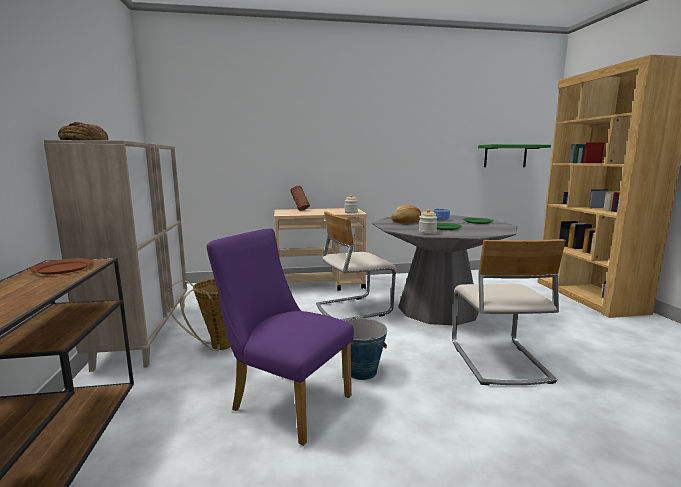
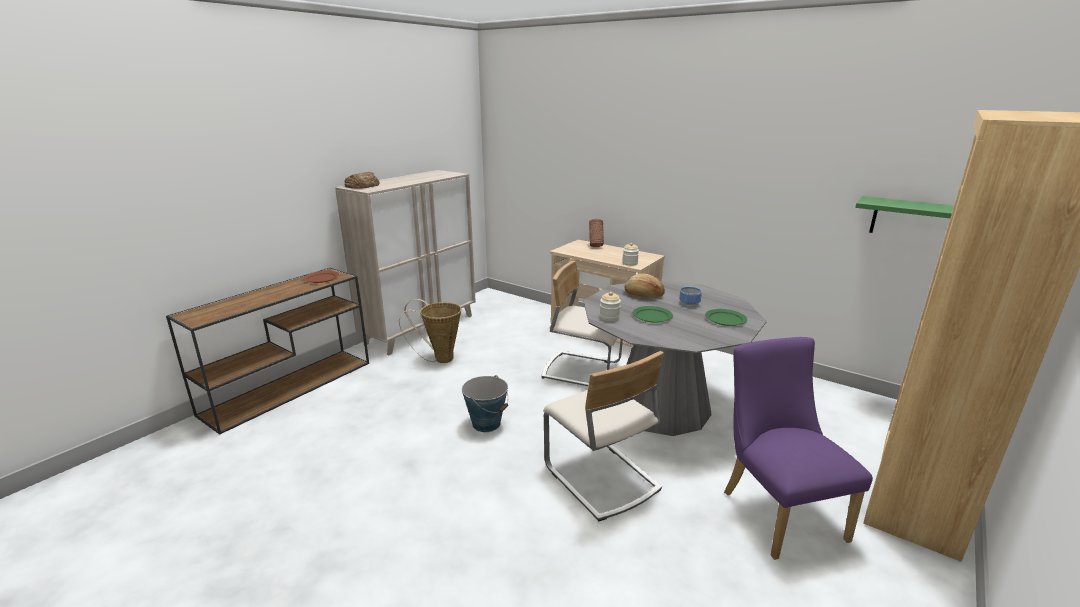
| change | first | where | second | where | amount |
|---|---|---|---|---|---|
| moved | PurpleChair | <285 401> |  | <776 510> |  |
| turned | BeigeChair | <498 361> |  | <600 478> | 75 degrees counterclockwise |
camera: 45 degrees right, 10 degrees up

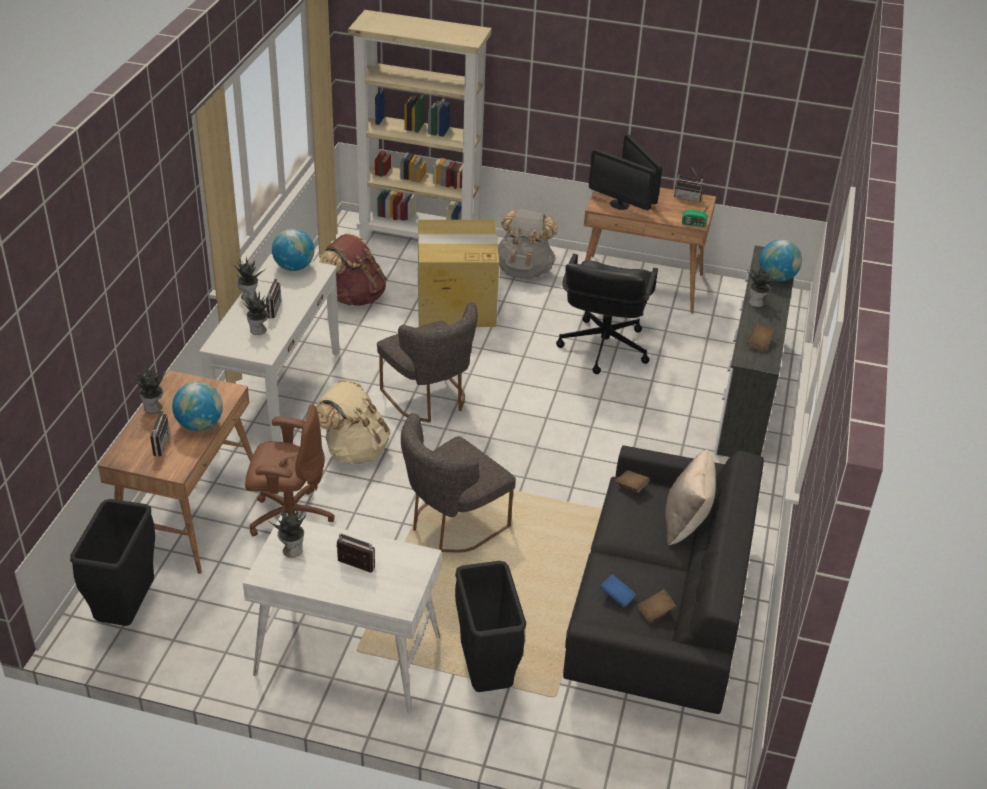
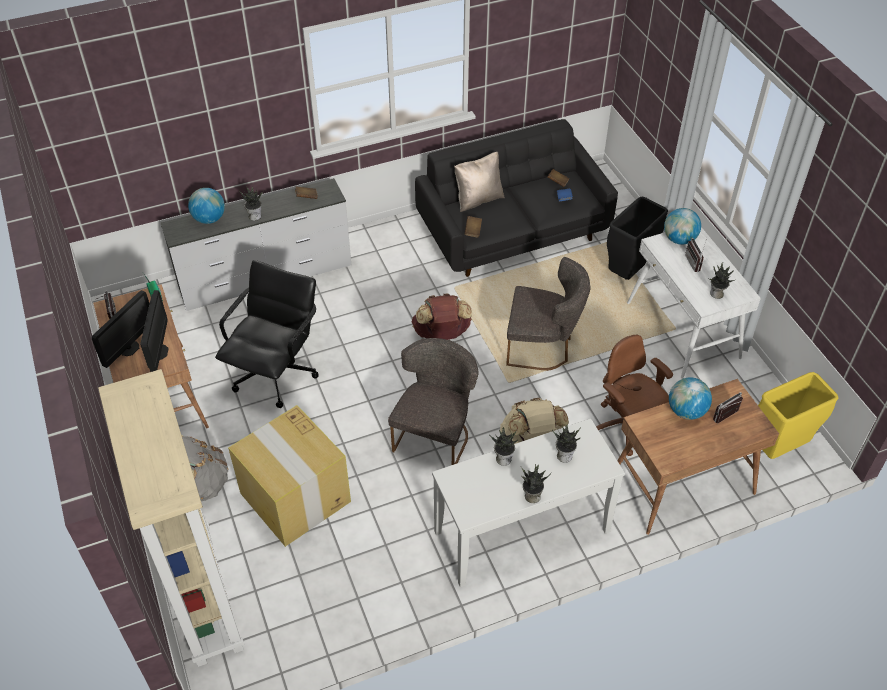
| change | first | where | second | where | amount |
|---|---|---|---|---|---|
| recoloured | BlackTrashCan | <126 611> | YellowTrashCan | <779 449> |  |
| moved | PottedPlant | <153 408> |  | <503 458> |  |
| removed | Radio | <270 309> |  |  |  |
| moved | Globe | <294 267> |  | <679 239> |  |
| moved | BrownBackpack | <355 296> |  | <442 334> |  |
| turned | BlackOfficeChair | <603 347> |  | <276 374> | 45 degrees counterclockwise |
camera: 125 degrees left, 10 degrees up

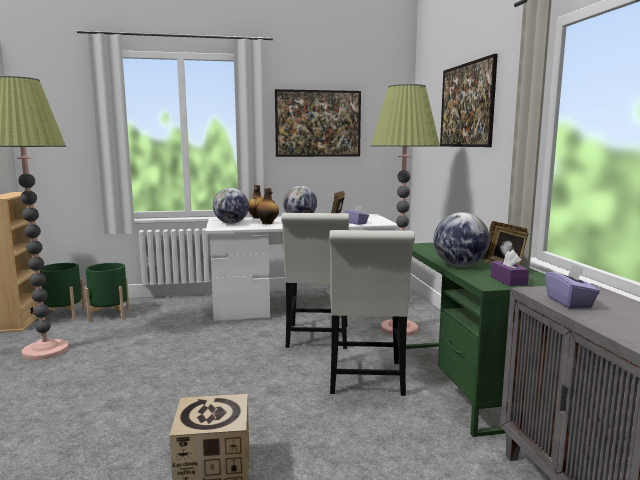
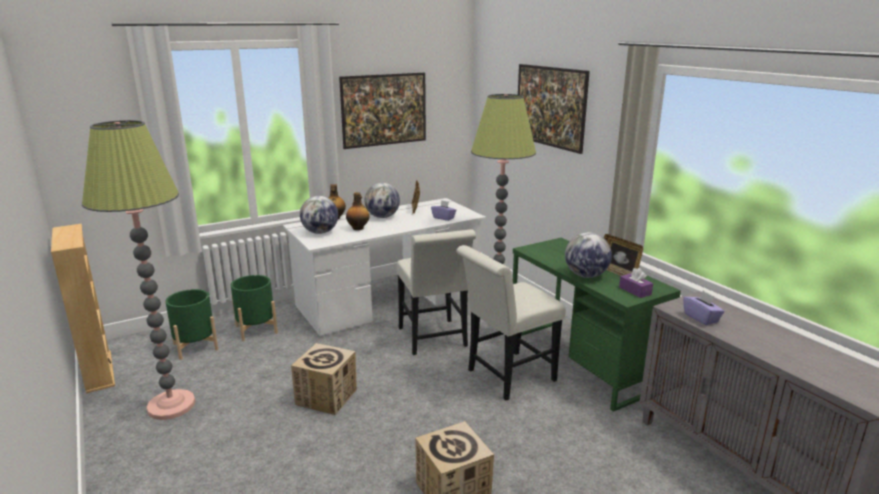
| change | first | where | second | where | amount |
|---|---|---|---|---|---|
| moved | GreenPlanter | <63 315> |  | <256 329> |  |
| turned | WhiteChair | <366 381> |  | <506 377> | 75 degrees clockwise |
| added |  |  | CardboardBox | <327 397> |  |
camera: 20 degrees left, 10 degrees up

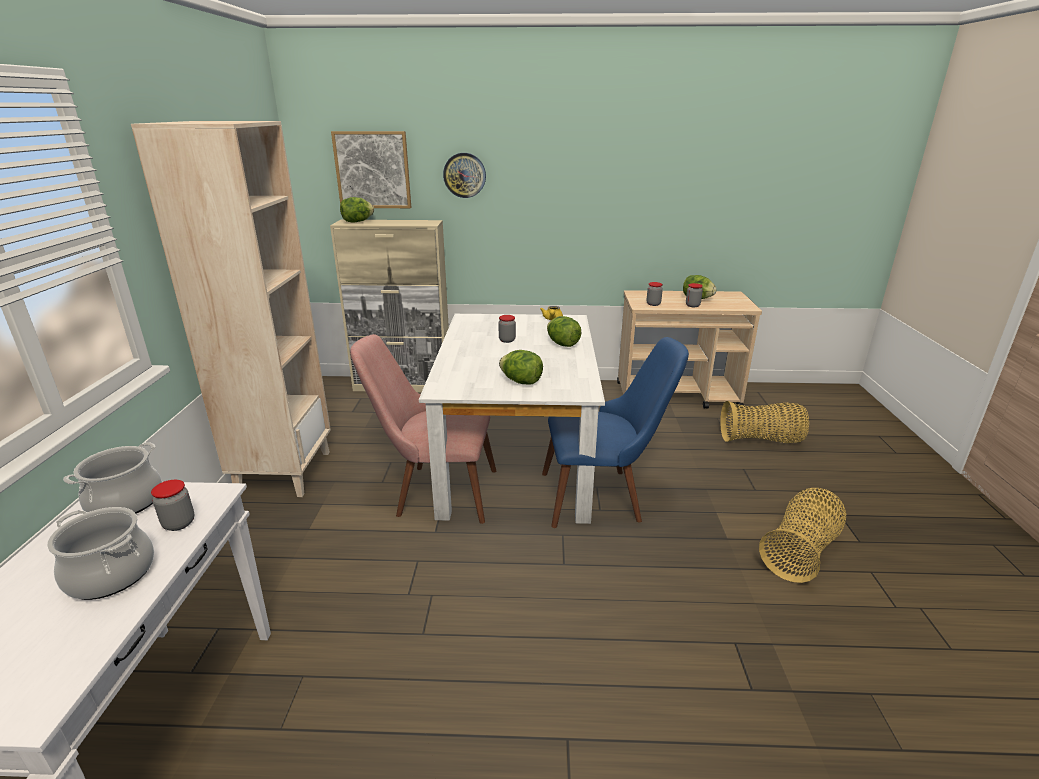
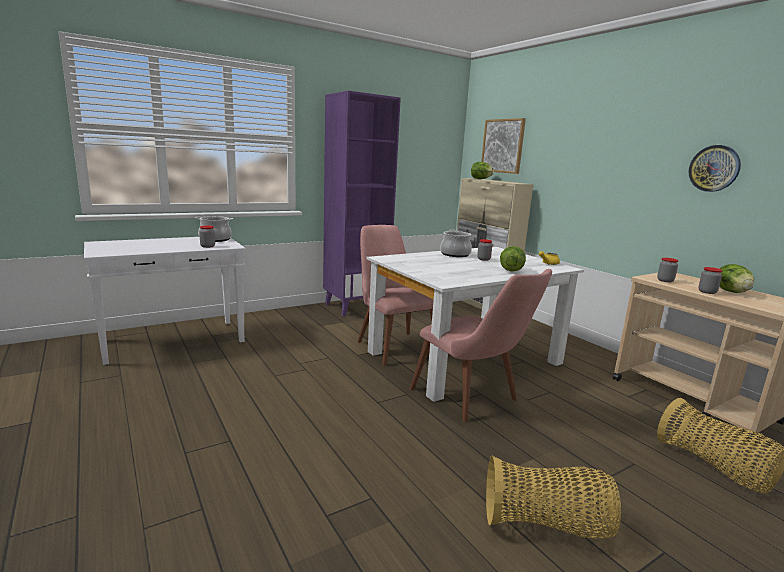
| change | first | where | second | where | amount |
|---|---|---|---|---|---|
| moved | CookingPot | <111 574> |  | <455 254> |  |
| recoloured | BeigeBookcase | <284 472> | PurpleBookcase | <356 306> |  |
| moved | WallClock | <464 175> |  | <714 168> |  |
| removed | Lettuce | <521 382> |  |  |  |
| recoloured | BlueChair | <604 496> | PinkChair | <474 399> |  |
camera: 55 degrees right, 10 degrees down

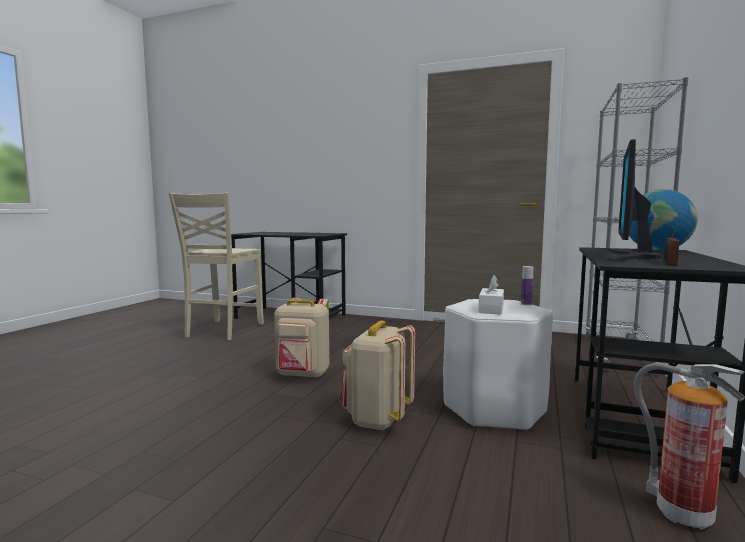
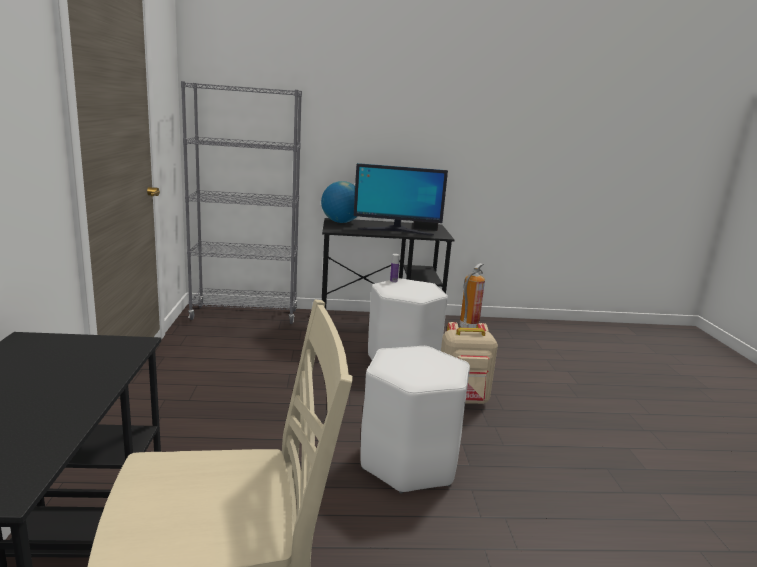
| change | first | where | second | where | amount |
|---|---|---|---|---|---|
| replaced | BeigeBackpack | <303 375> | WhiteStool | <409 461> |  |
| removed | WhiteTissueBox | <491 309> |  |  |  |
camera: 115 degrees left, 10 degrees up

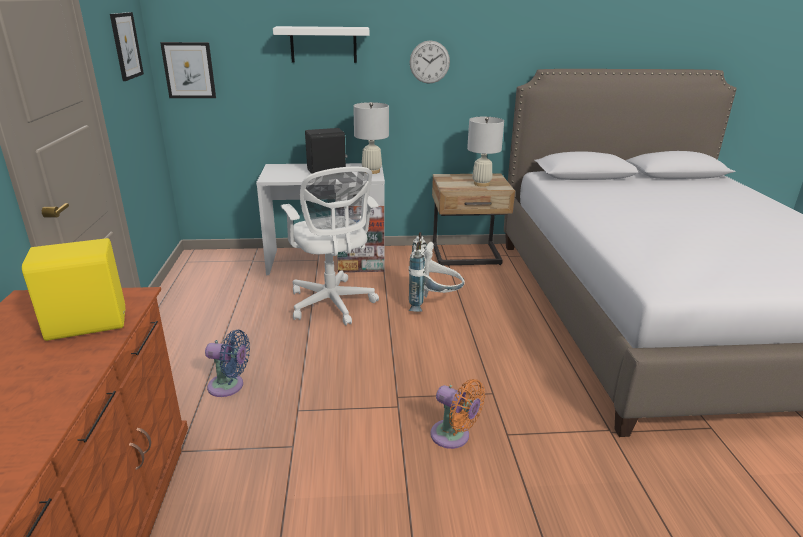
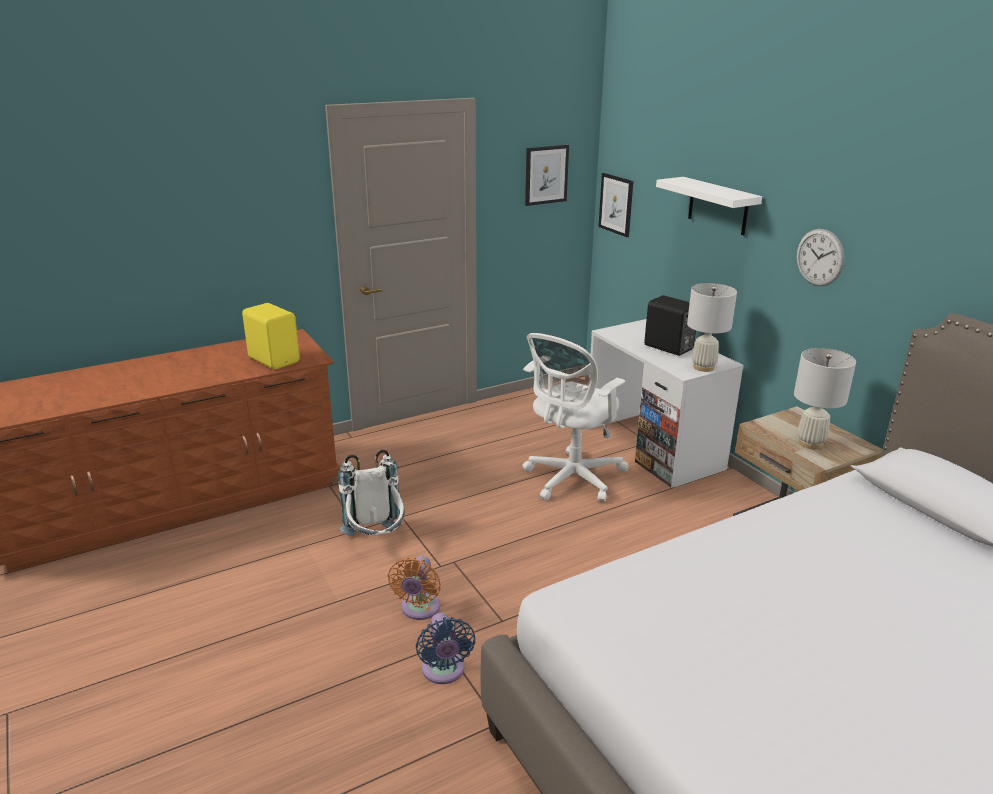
| change | first | where | second | where | amount |
|---|---|---|---|---|---|
| moved | BlueFan | <229 386> |  | <444 672> |  |
| moved | WhiteBackpack | <433 304> |  | <376 541> |  |
camera: 65 degrees right, 0 degrees up

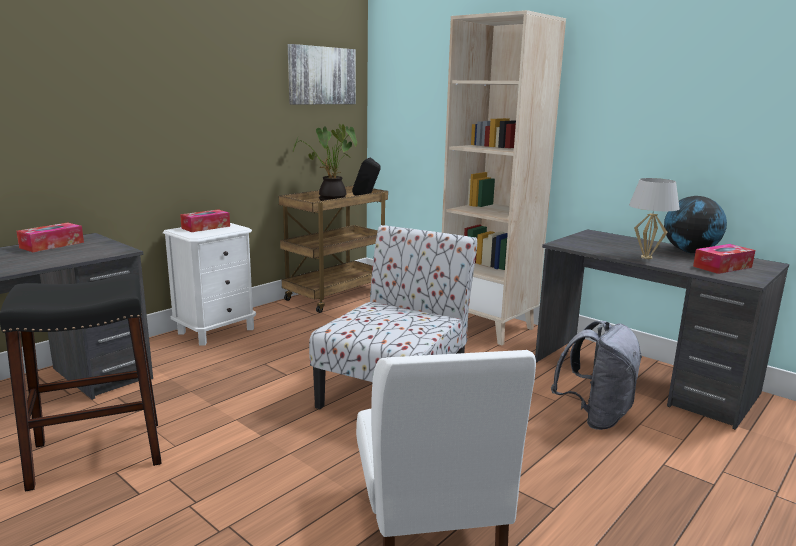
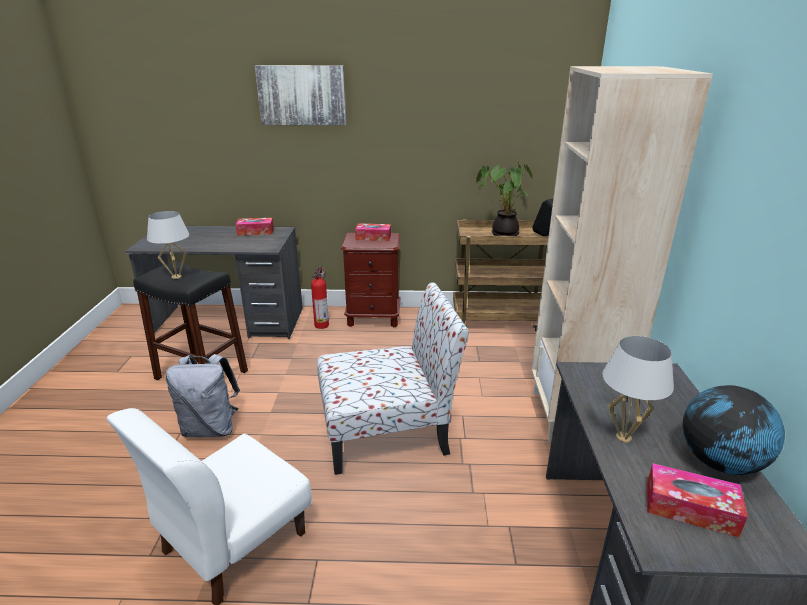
| change | first | where | second | where | amount |
|---|---|---|---|---|---|
| recoloured | WhiteNightstand | <216 331> | BrownNightstand | <373 318> |  |
| moved | Picture | <321 75> |  | <302 95> |  |
| moved | GreyBackpack | <595 417> |  | <211 428> |  |
| added |  |  | WhiteTableLamp | <176 277> |  |
| added |  |  | FireExtinguisher | <322 324> |  |
camera: 50 degrees right, 10 degrees up

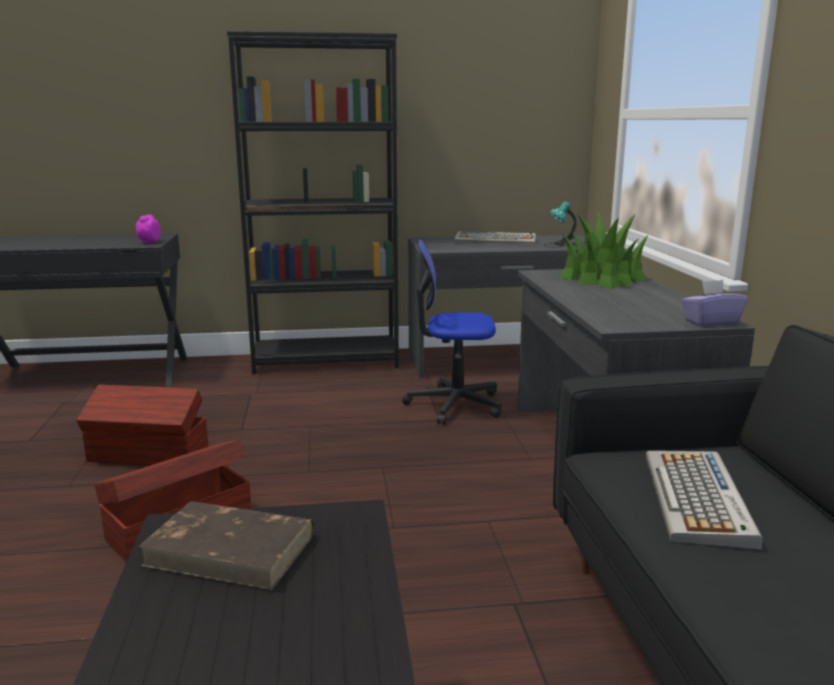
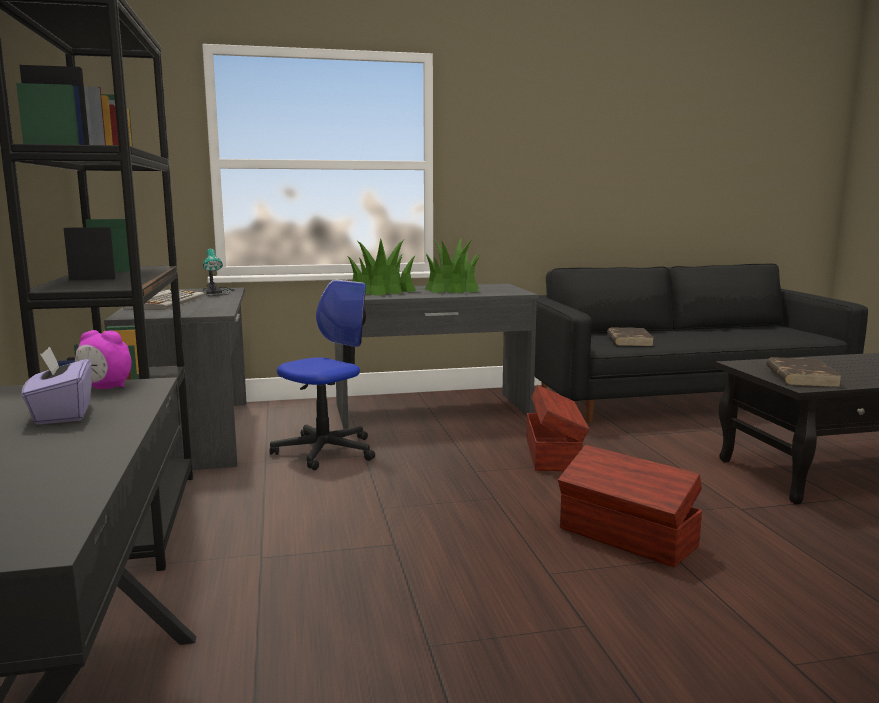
| change | first | where | second | where | amount |
|---|---|---|---|---|---|
| moved | BrownStorageBox | <149 455> |  | <553 454> |  |
| turned | OfficeChair | <454 404> |  | <325 451> | 135 degrees counterclockwise |
| replaced | Keyboard | <698 499> | BrownBook | <629 340> |  |
| moved | PurpleTissueBox | <710 322> |  | <62 414> |  |
| added |  |  | PottedPlant | <452 289> |  |
camera: 95 degrees left, 5 degrees down

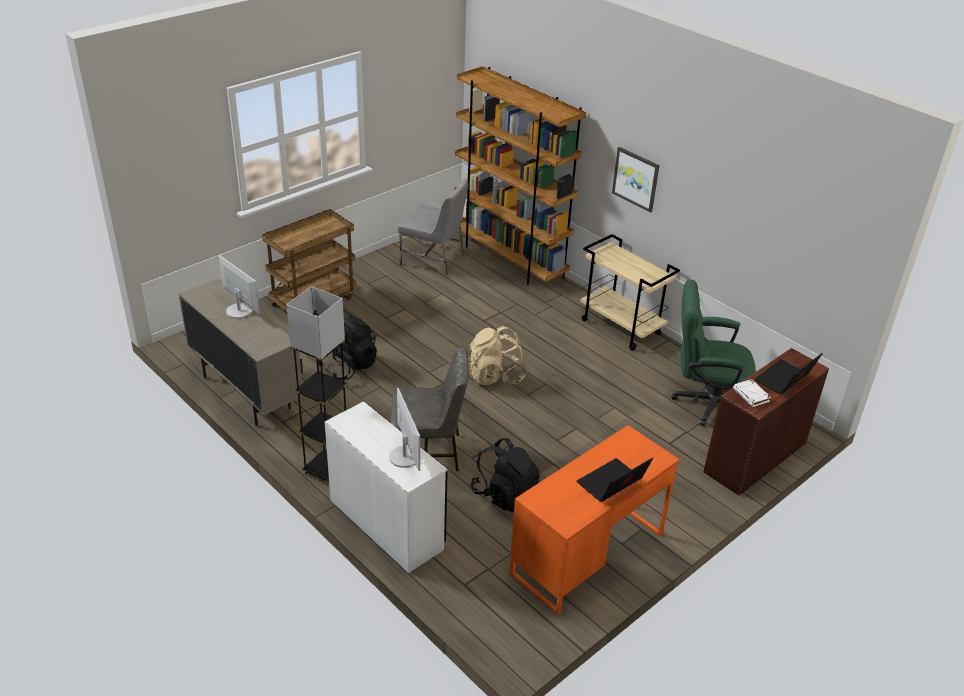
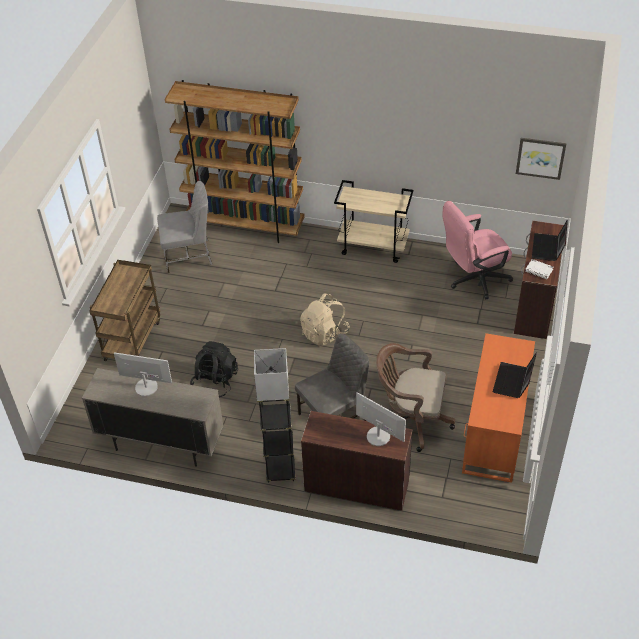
| change | first | where | second | where | amount |
|---|---|---|---|---|---|
| recoloured | WhiteDesk | <387 523> | BrownDesk | <356 485> |  |
| replaced | BlackBackpack | <505 495> | BrownOfficeChair | <411 420> |  |
| moved | Picture | <636 179> |  | <540 158> |  |
| recoloured | GreenOfficeChair | <704 402> | PinkOfficeChair | <473 280> |  |
camera: 30 degrees left, 10 degrees up

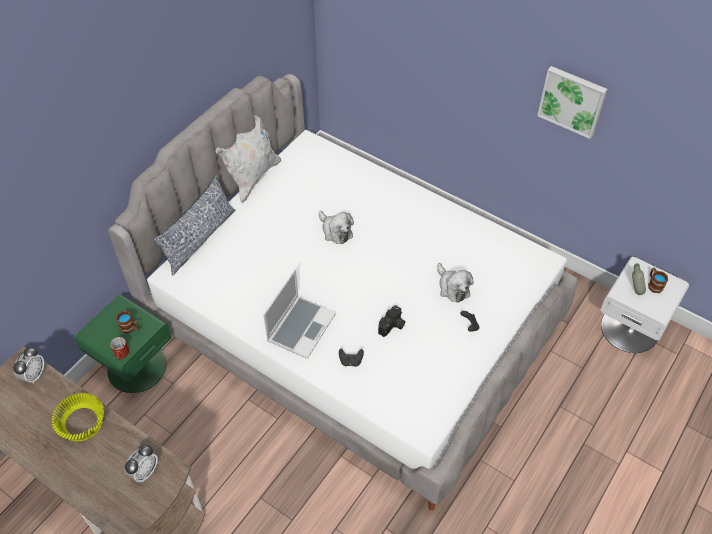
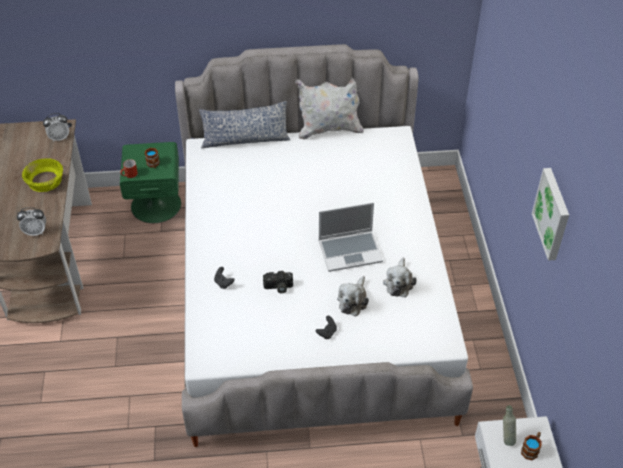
| change | first | where | second | where | amount |
|---|---|---|---|---|---|
| moved | Laptop | <301 327> |  | <350 251> |  |
| moved | PlushToy | <335 231> |  | <398 283> |  |
camera: 50 degrees right, 5 degrees down

